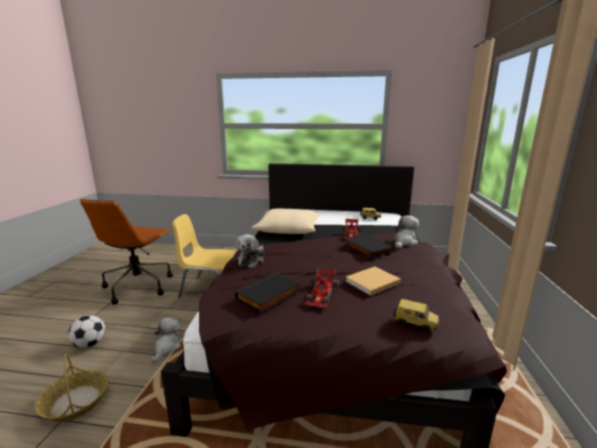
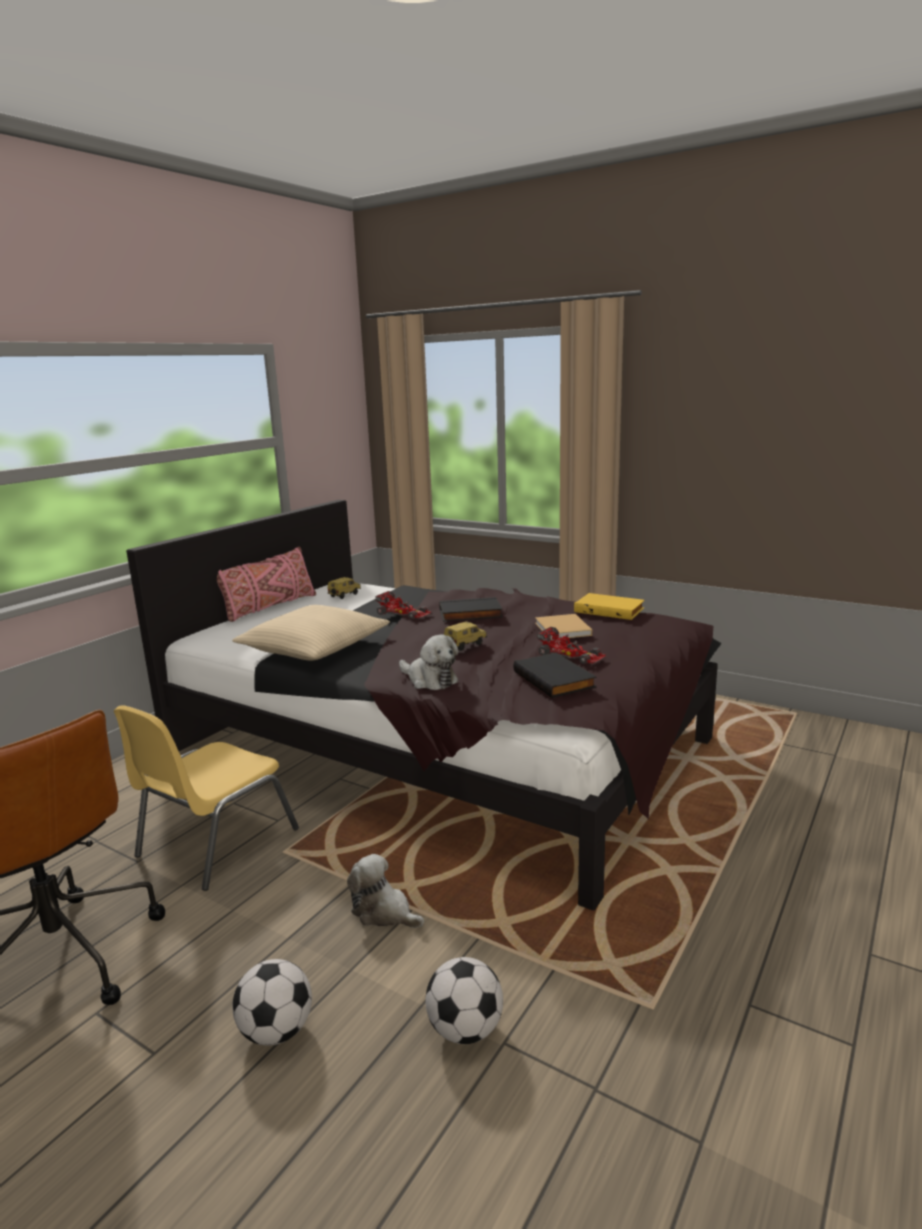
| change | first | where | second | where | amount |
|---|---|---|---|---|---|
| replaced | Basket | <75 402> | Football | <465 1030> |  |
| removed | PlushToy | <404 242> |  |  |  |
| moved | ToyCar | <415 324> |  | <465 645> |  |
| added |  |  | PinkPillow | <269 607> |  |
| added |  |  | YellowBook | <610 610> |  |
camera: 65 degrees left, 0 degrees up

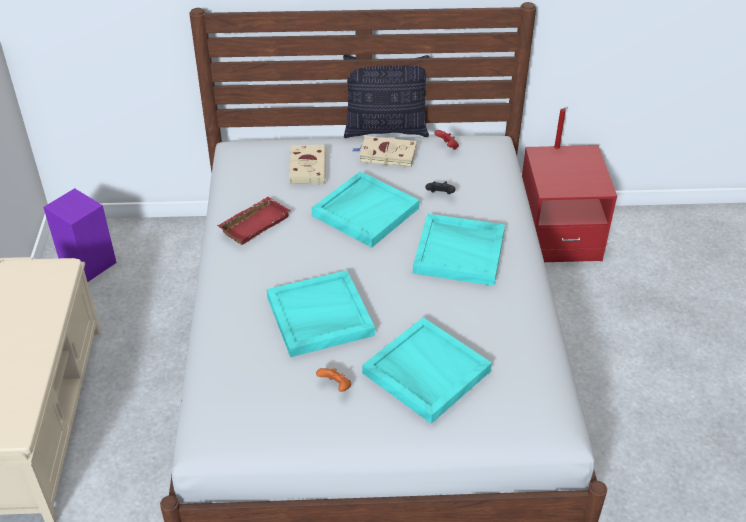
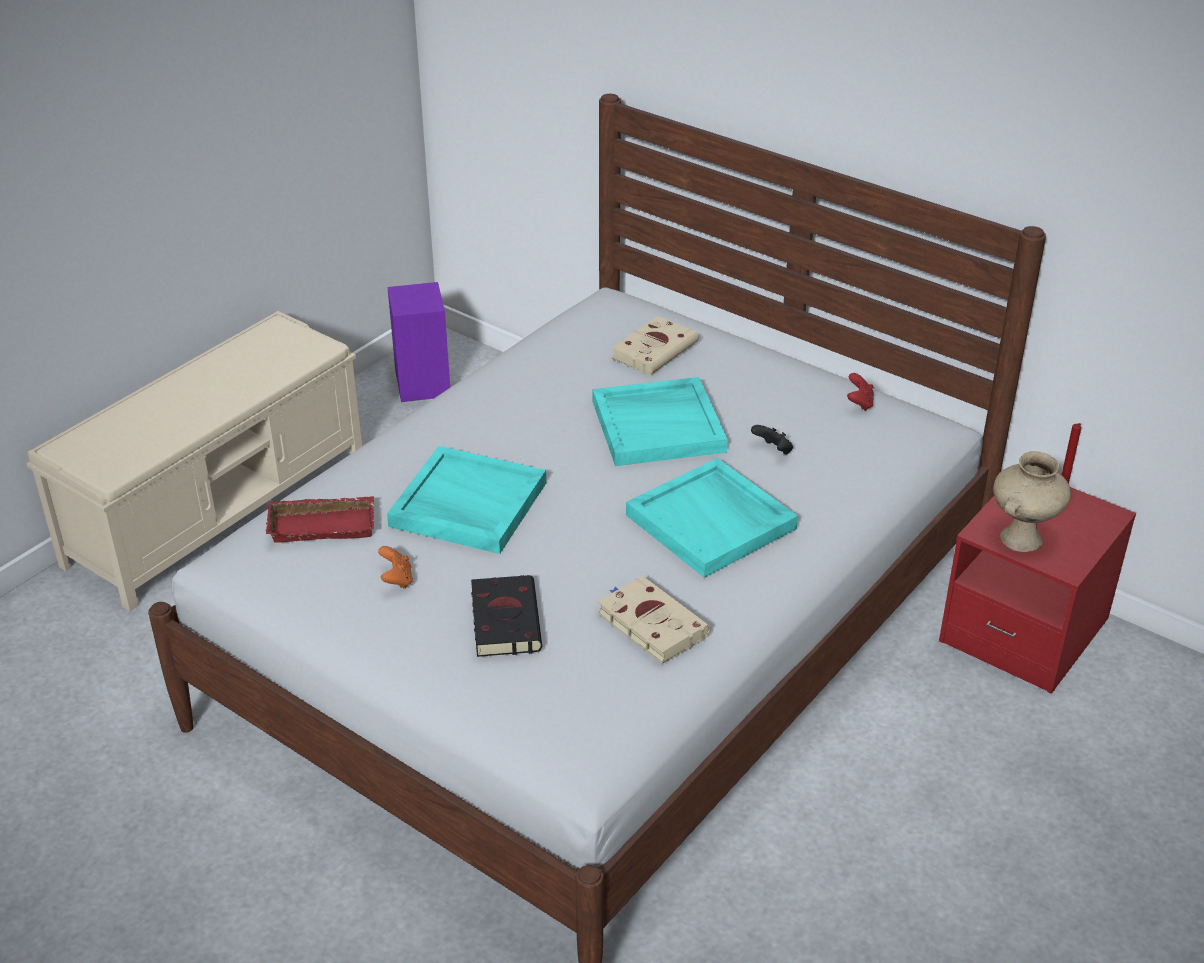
| change | first | where | second | where | amount |
|---|---|---|---|---|---|
| moved | RedTray | <254 223> |  | <324 524> |  |
| removed | Pillow | <386 131> |  |  |  |
| moved | BeigeBook | <386 155> |  | <649 623> |  |
| replaced | TurquoiseTray | <425 372> | BlackBook | <505 619> |  |
| added |  |  | BeigeVase | <1021 540> |  |
camera: 40 degrees right, 5 degrees down

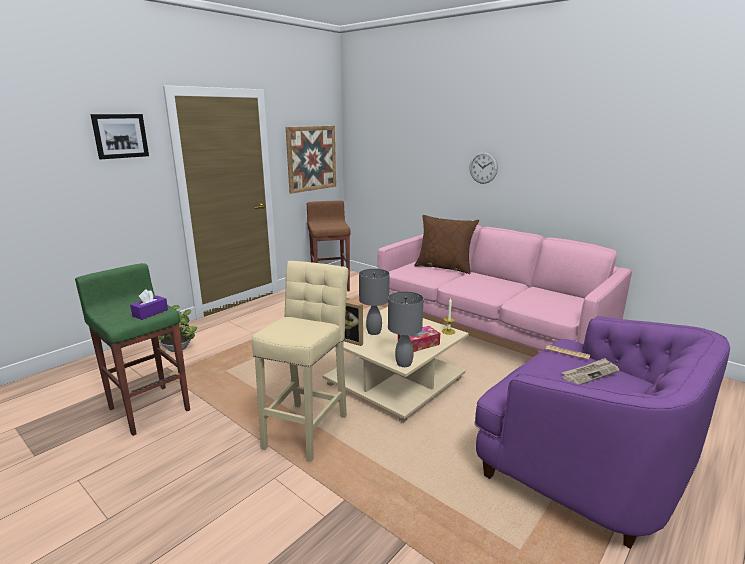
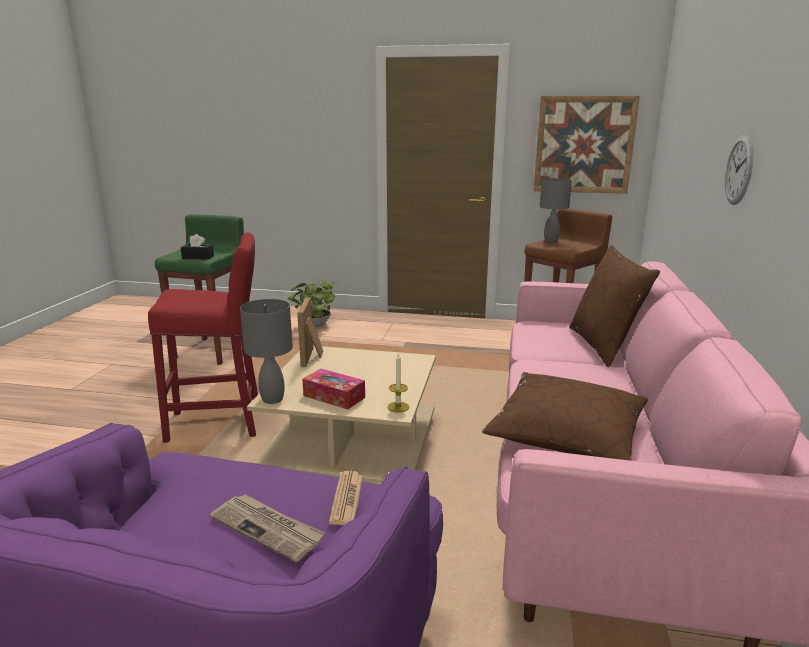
| change | first | where | second | where | amount |
|---|---|---|---|---|---|
| removed | Picture | <120 136> |  |  |  |
| recoloured | PurpleTissueBox | <150 313> | BlackTissueBox | <198 257> |  |
| recoloured | BeigeStool | <307 428> | RedStool | <220 423> |  |
| moved | GreyTableLamp | <373 332> |  | <550 241> |  |
| added |  |  | BrownPillow | <567 433> |  |
camera: 60 degrees right, 0 degrees up

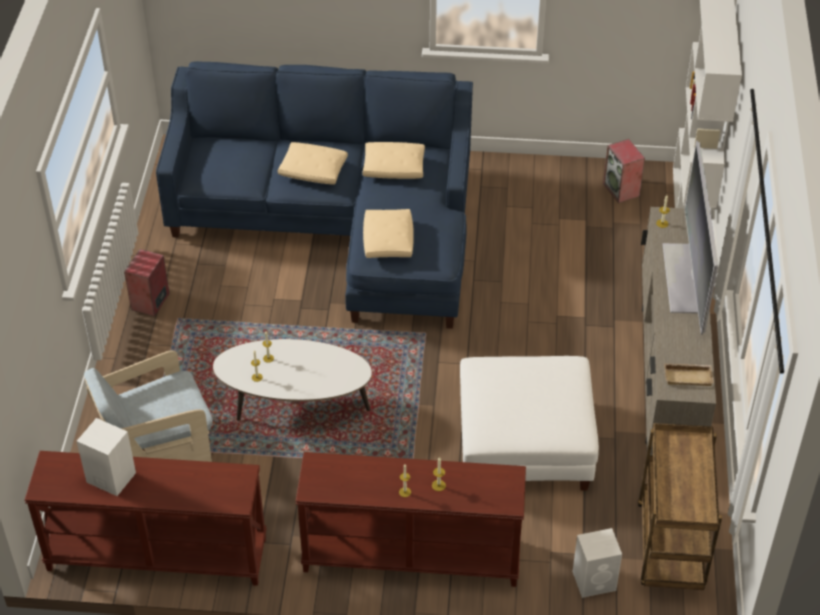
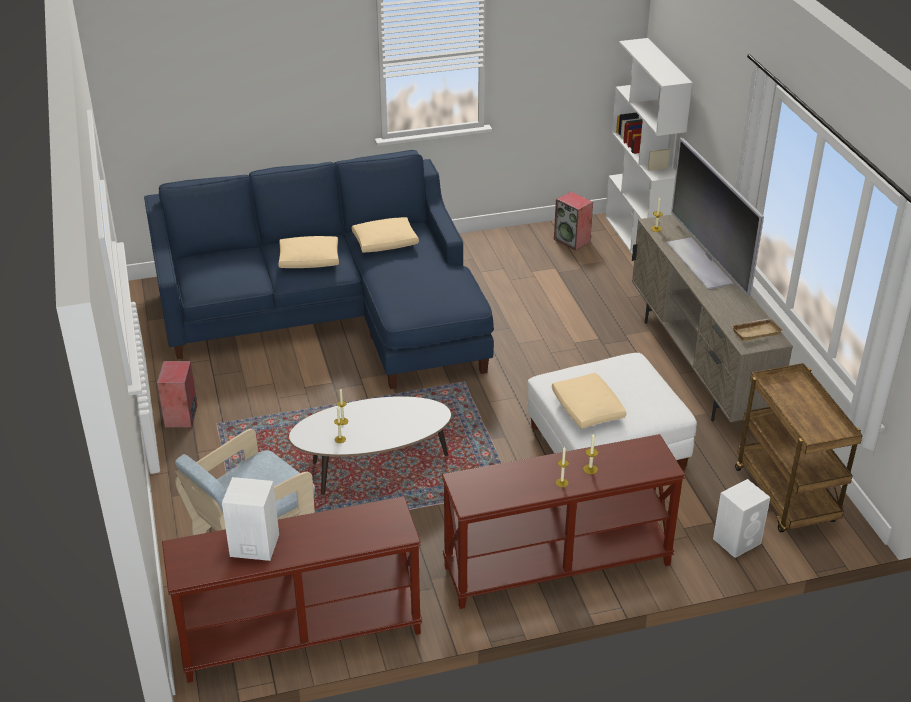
| change | first | where | second | where | amount |
|---|---|---|---|---|---|
| moved | BeigePillow | <388 240> |  | <587 408> |  |
camera: 20 degrees left, 10 degrees down

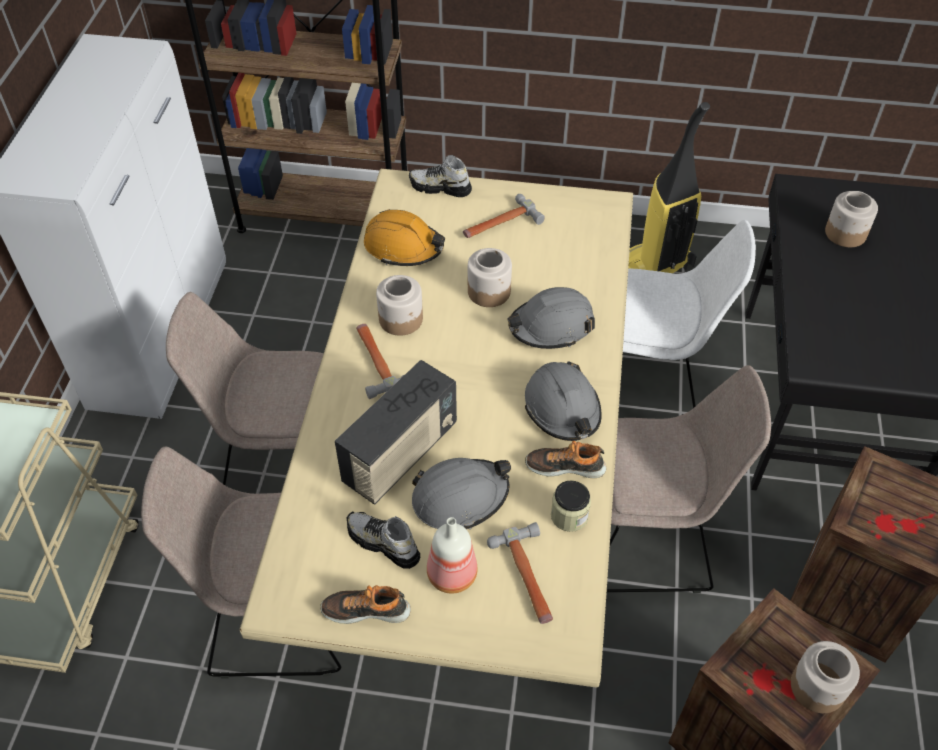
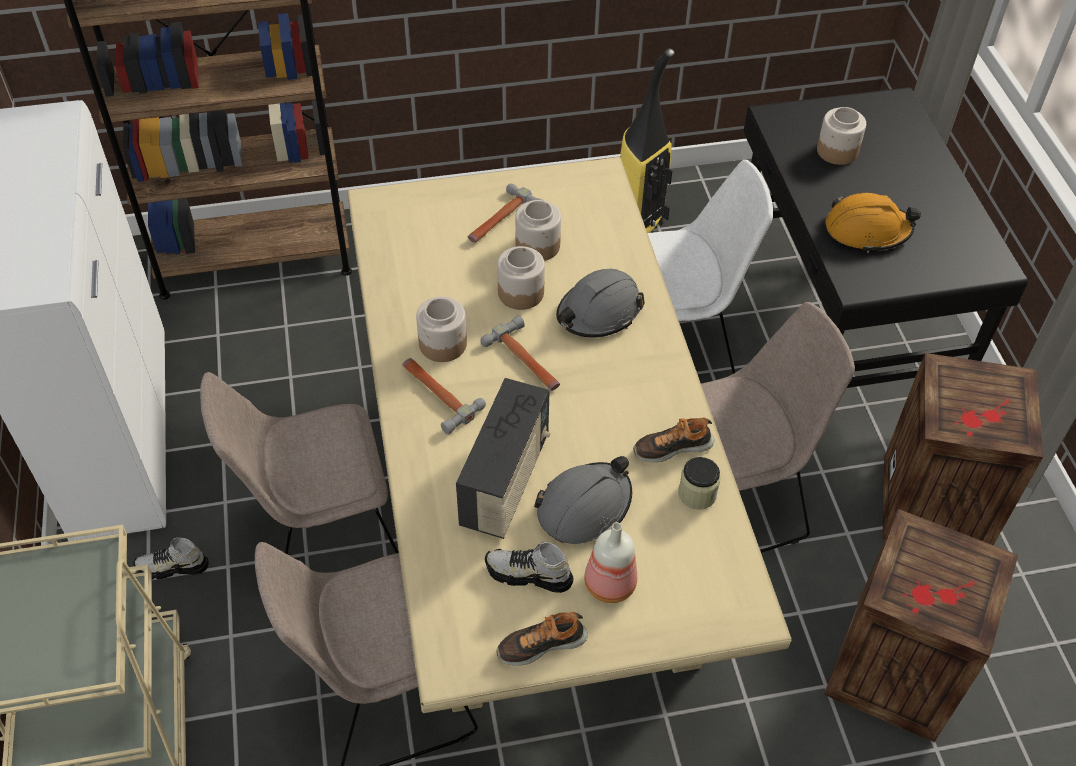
| change | first | where | second | where | amount |
|---|---|---|---|---|---|
| moved | OrangeHardHat | <403 247> |  | <867 231> |  |
| moved | Shoe | <440 188> |  | <173 567> |  |
| moved | Hammer | <528 578> |  | <526 361> |  |
| removed | GreyHardHat | <562 409> |  |  |  |
| moved | Jar | <818 687> |  | <538 245> |  |
camera: 20 degrees left, 0 degrees up

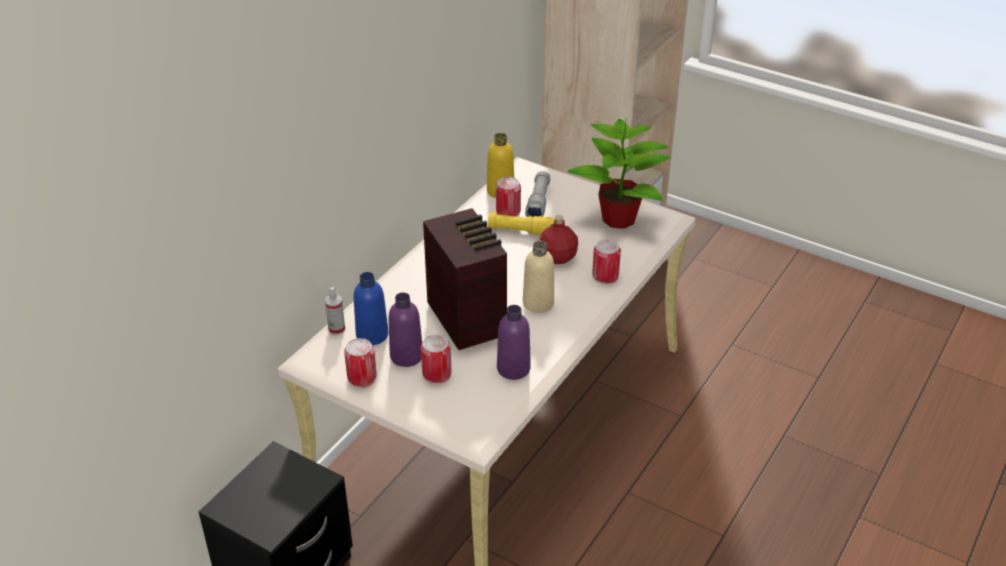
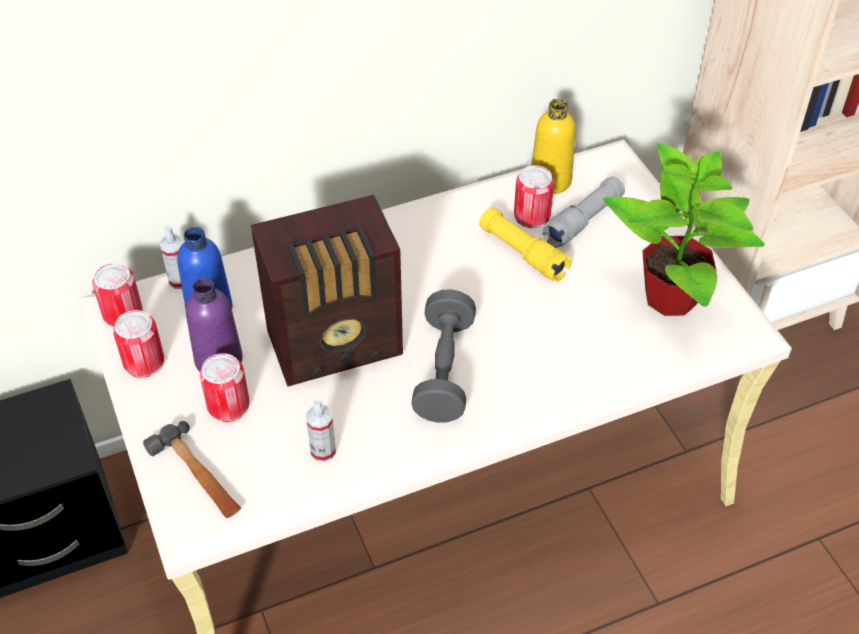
| change | first | where | second | where | amount |
|---|---|---|---|---|---|
| turned | Radio | <467 317> |  | <338 345> | 60 degrees clockwise |
| replaced | PurpleBottle | <513 368> | SprayBottle | <323 451> |  |
| replaced | BeigeBottle | <538 303> | GreyDumbbell | <444 370> |  |
| removed | RedBottle | <557 258> |  |  |  |
| moved | Can | <605 276> |  | <123 314> |  |
| added |  |  | Hammer | <197 476> |  |
camera: 35 degrees right, 10 degrees up

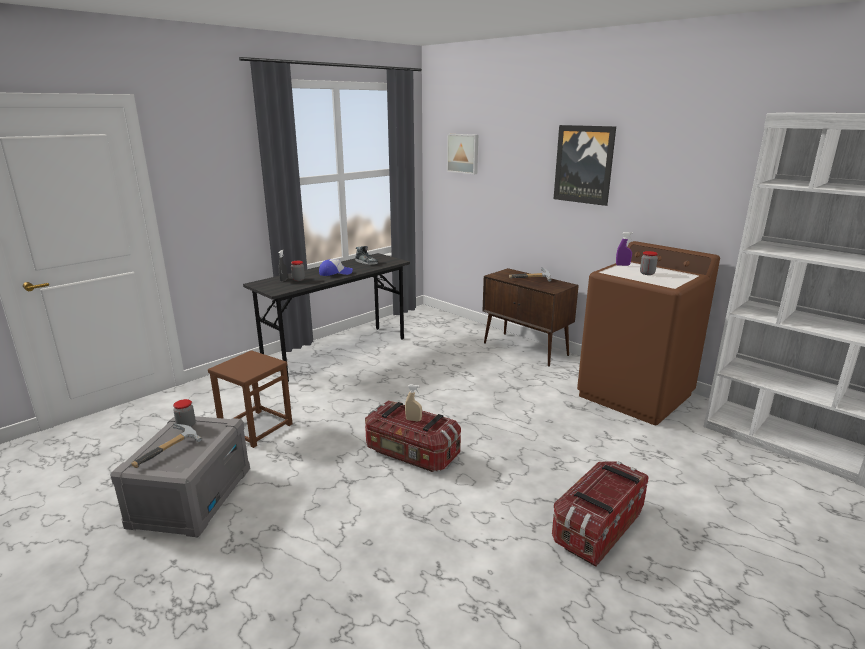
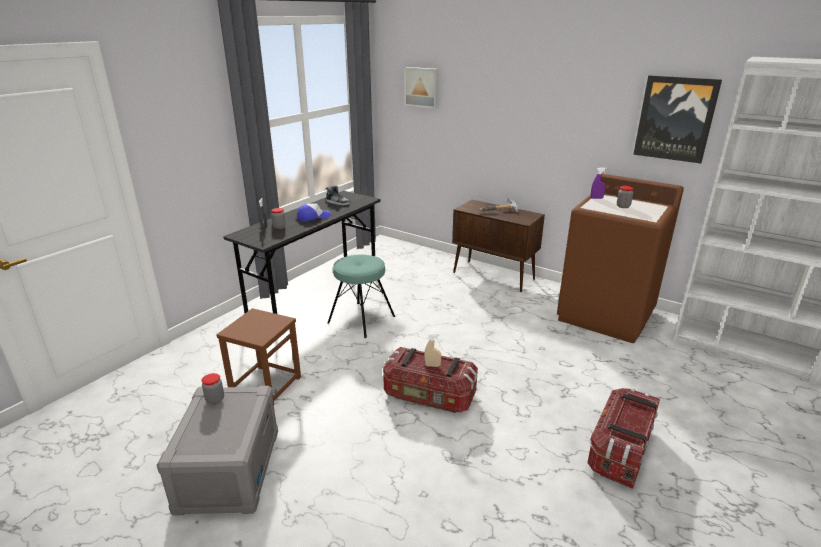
| change | first | where | second | where | amount |
|---|---|---|---|---|---|
| removed | Hammer | <170 452> |  |  |  |
| moved | Picture | <584 164> |  | <675 119> |  |
| added |  |  | TurquoiseStool | <361 319> |  |
camera: 10 degrees left, 5 degrees up

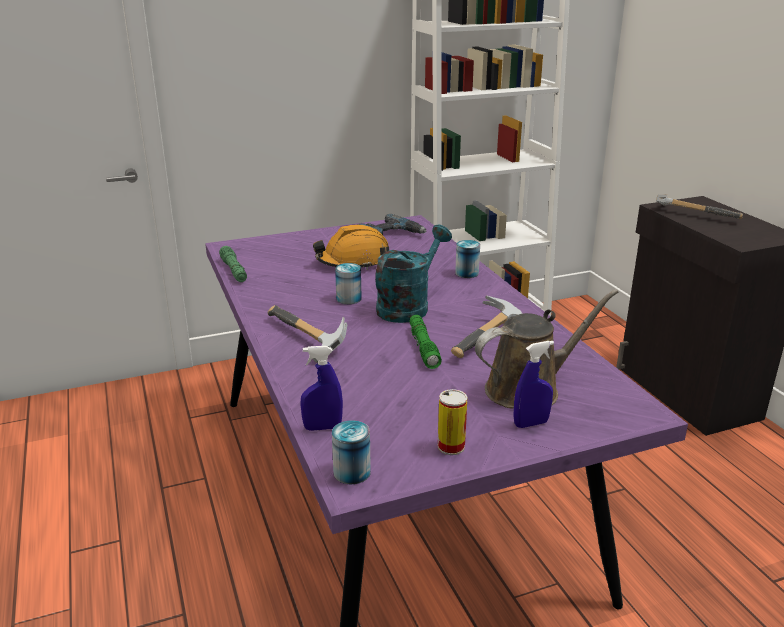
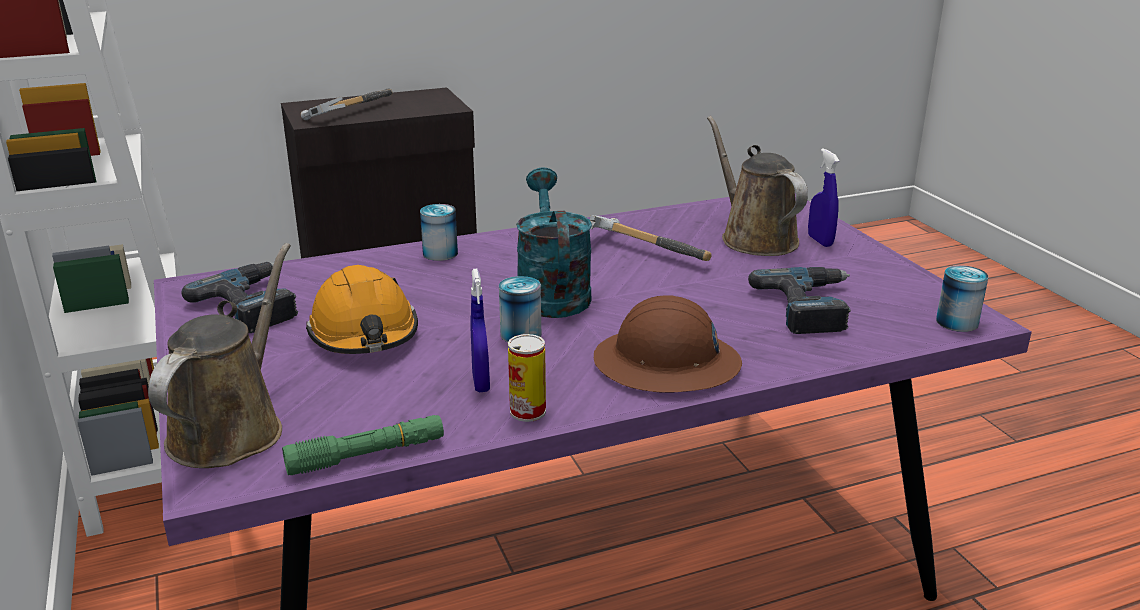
| change | first | where | second | where | amount |
|---|---|---|---|---|---|
| replaced | Hammer | <302 340> | BrownHardHat | <666 364> |  |
| moved | BlueSprayBottle | <322 427> |  | <481 383> |  |
| turned | TurquoiseWateringCan | <408 306> |  | <551 292> | 45 degrees clockwise |
| removed | GreenFlashlight | <423 347> |  |  |  |
| moved | Can | <451 446> |  | <527 411> |  |
| added |  |  | BrownWateringCan | <231 428> |  |
| added |  |  | PowerDrill | <811 307> |  |
camera: 90 degrees left, 0 degrees up

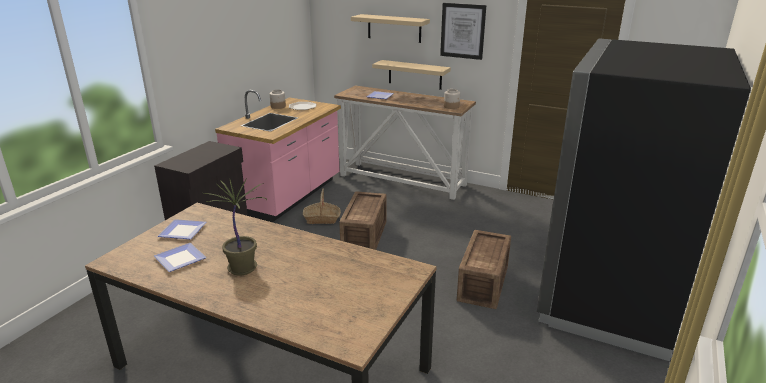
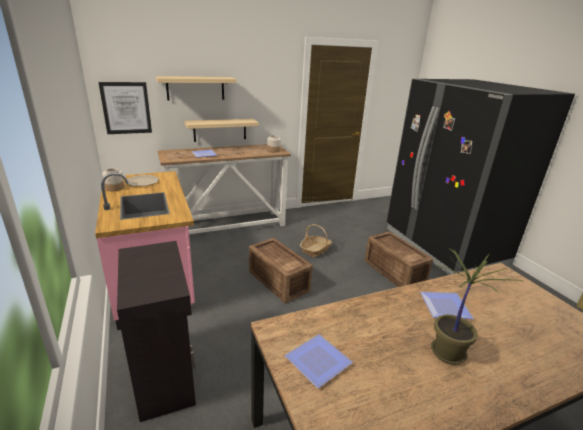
| change | first | where | second | where | amount |
|---|---|---|---|---|---|
| moved | Plate | <179 260> |  | <446 308> |  |
| moved | Basket | <322 219> |  | <315 250> |  |
| moved | Picture | <462 31> |  | <126 108> |  |
camera: 50 degrees left, 0 degrees up

